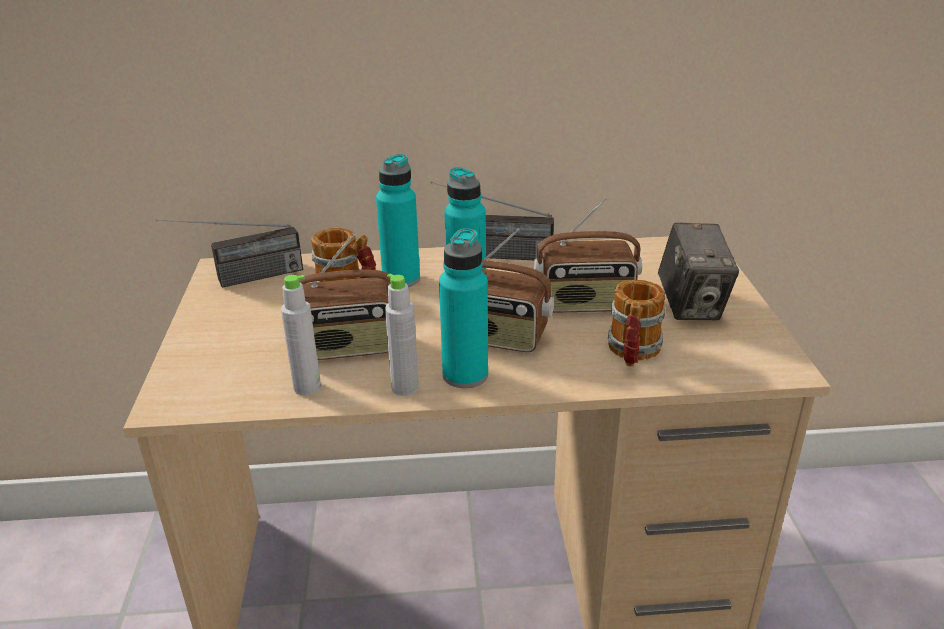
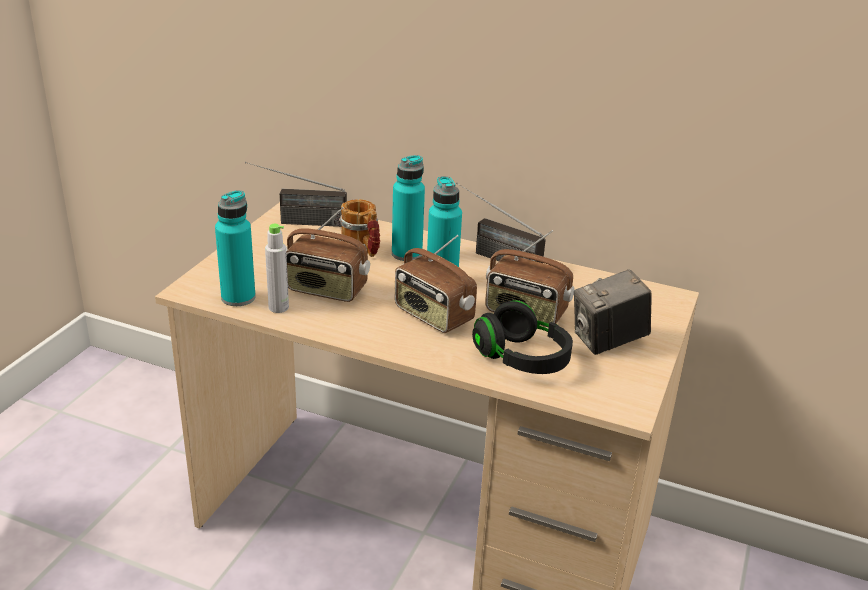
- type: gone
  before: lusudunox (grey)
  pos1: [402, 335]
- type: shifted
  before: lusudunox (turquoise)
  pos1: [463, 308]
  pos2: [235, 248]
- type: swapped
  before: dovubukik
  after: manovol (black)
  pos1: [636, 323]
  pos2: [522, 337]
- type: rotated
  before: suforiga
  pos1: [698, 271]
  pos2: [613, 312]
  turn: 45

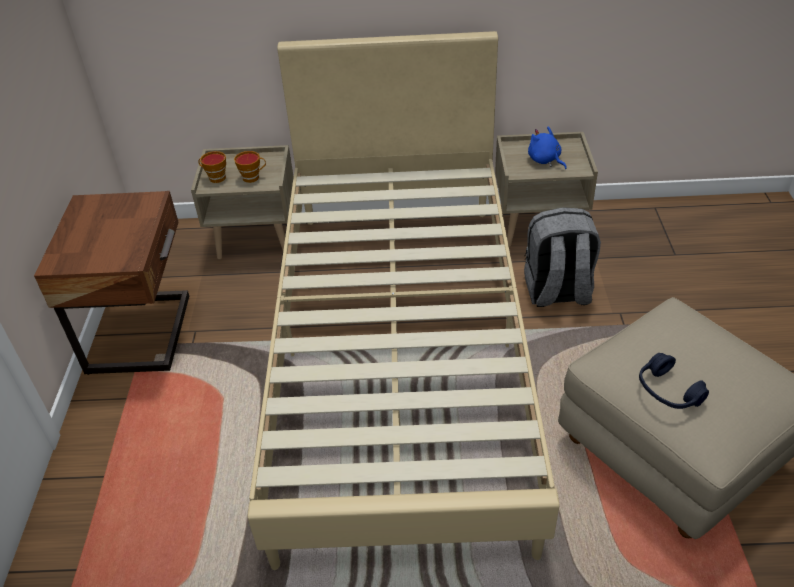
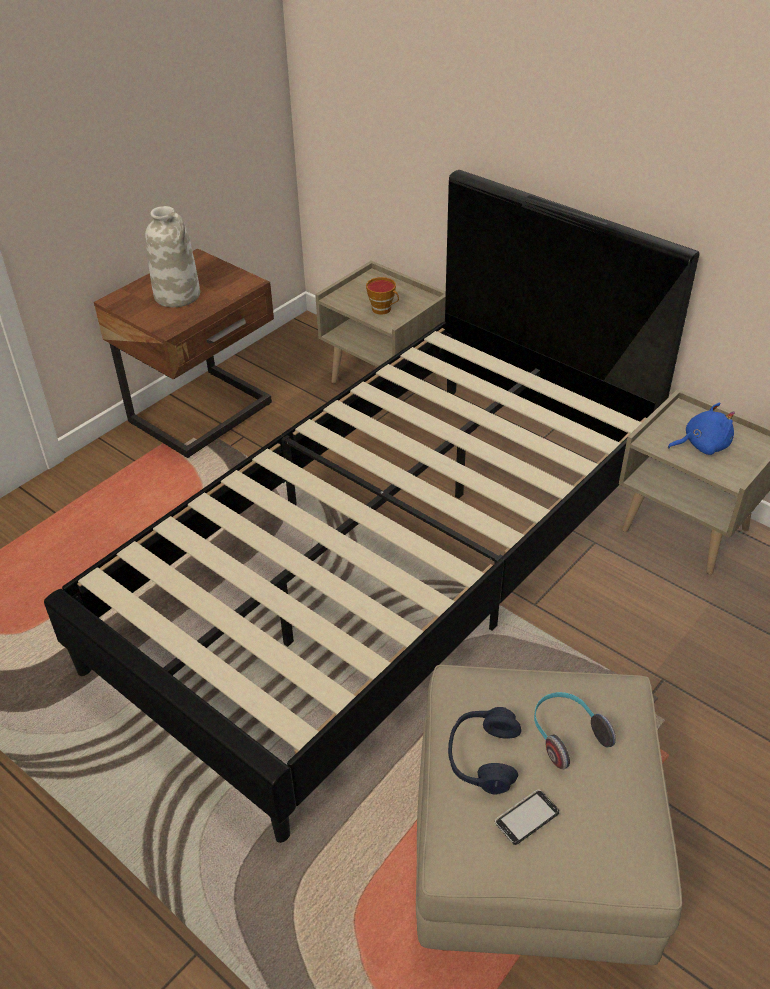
- type: gone
  before: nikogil
  pos1: [212, 167]
- type: repainted
  before: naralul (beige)
  after: naralul (black)
  pos1: [403, 300]
  pos2: [372, 506]
- type: gone
  before: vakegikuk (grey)
  pos1: [562, 257]
- type: rotated
  before: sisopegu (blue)
  pos1: [547, 148]
  pos2: [701, 429]
  turn: 75
- type: new
  after: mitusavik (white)
  pos2: [172, 256]
- type: new
  after: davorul
  pos2: [527, 817]
- type: new
  after: manovol
  pos2: [575, 730]

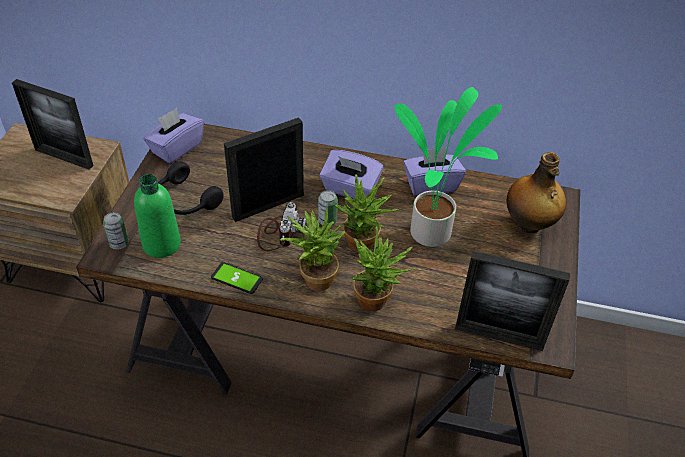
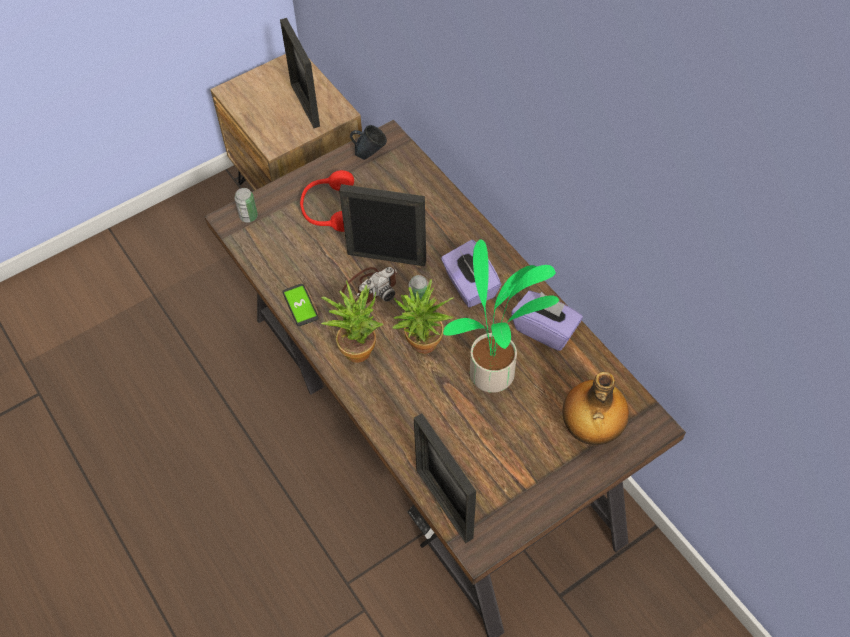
- type: gone
  before: lusudunox (green)
  pos1: [157, 216]
- type: swapped
  before: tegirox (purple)
  after: dovubukik (blue)
  pos1: [173, 136]
  pos2: [368, 142]
- type: repainted
  before: manovol (black)
  after: manovol (red)
  pos1: [191, 188]
  pos2: [327, 201]
- type: gone
  before: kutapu
  pos1: [384, 268]

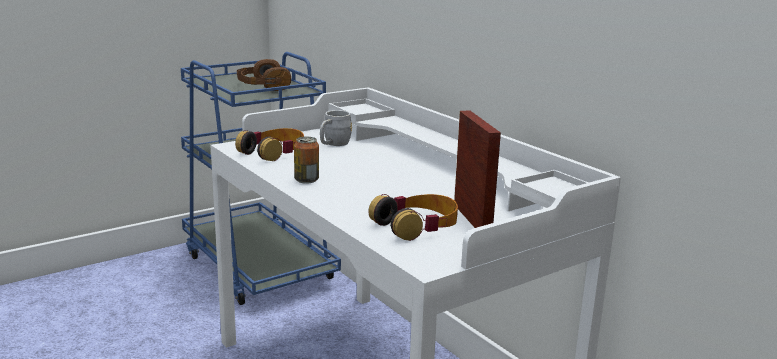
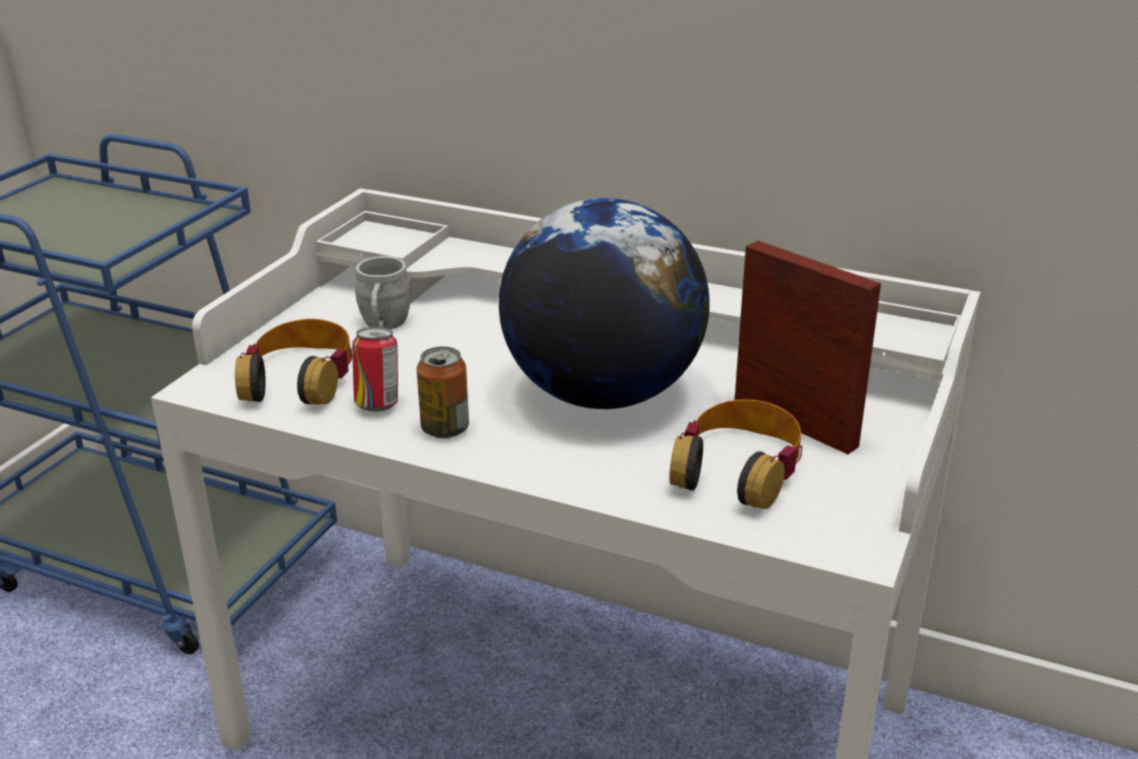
- type: gone
  before: manovol (brown)
  pos1: [264, 75]
- type: new
  after: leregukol
  pos2: [375, 369]
- type: new
  after: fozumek
  pos2: [604, 303]

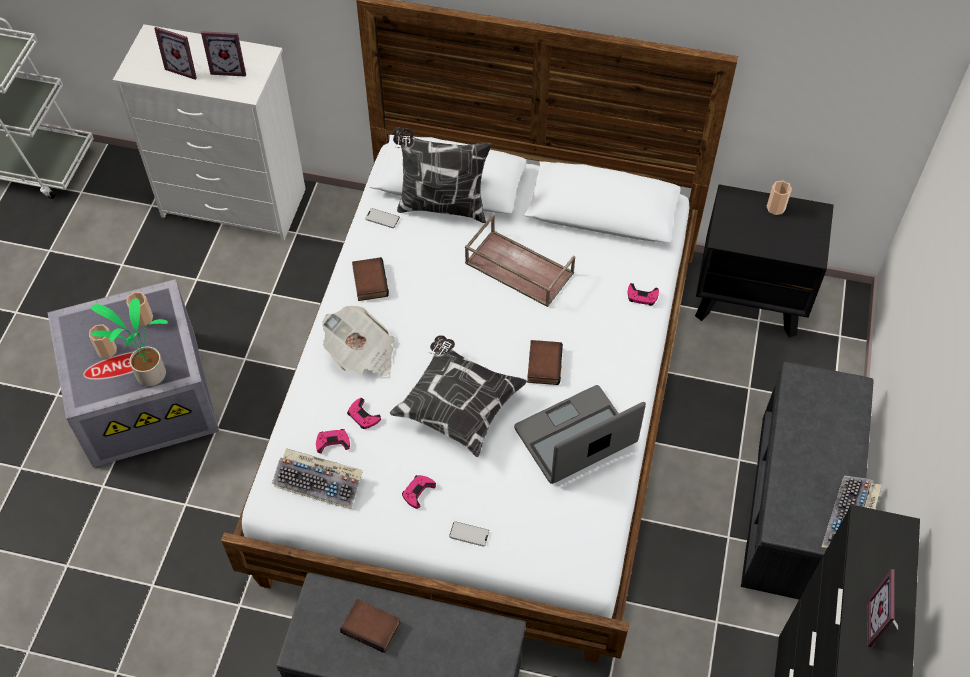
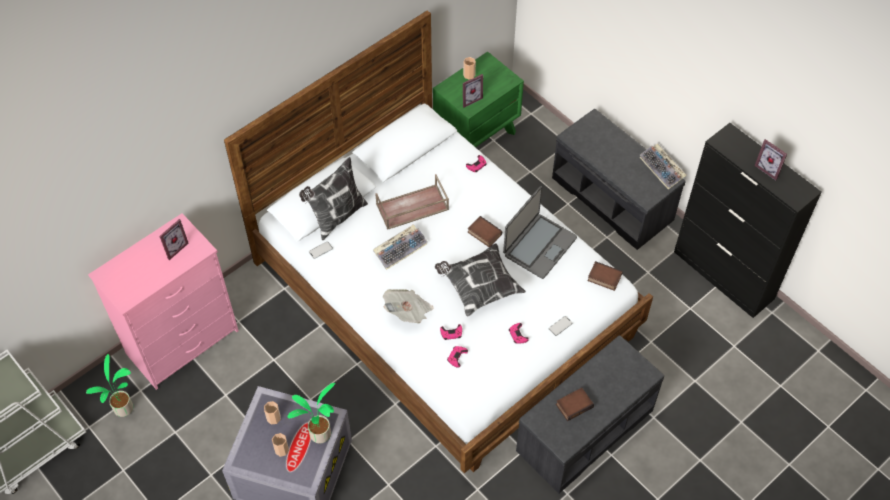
- type: repainted
  before: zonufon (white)
  after: zonufon (pink)
  pos1: [209, 132]
  pos2: [163, 301]
- type: shifted
  before: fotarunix
  pos1: [175, 53]
  pos2: [473, 91]
- type: shifted
  before: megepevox
  pos1: [317, 478]
  pos2: [400, 247]
- type: shifted
  before: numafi
  pos1: [370, 279]
  pos2: [605, 276]
- type: rotated
  before: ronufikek
  pos1: [580, 434]
  pos2: [540, 232]
  turn: -150
- type: repainted
  before: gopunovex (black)
  after: gopunovex (green)
  pos1: [764, 261]
  pos2: [478, 99]
- type: new
  after: kutapu
  pos2: [109, 385]

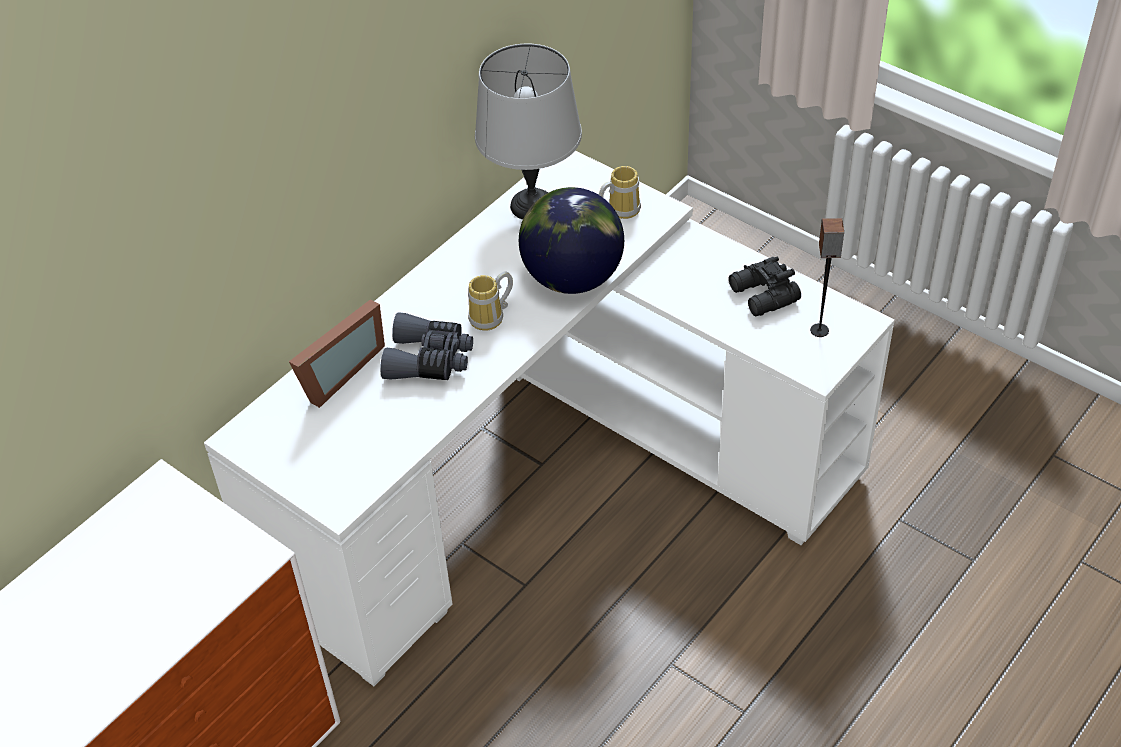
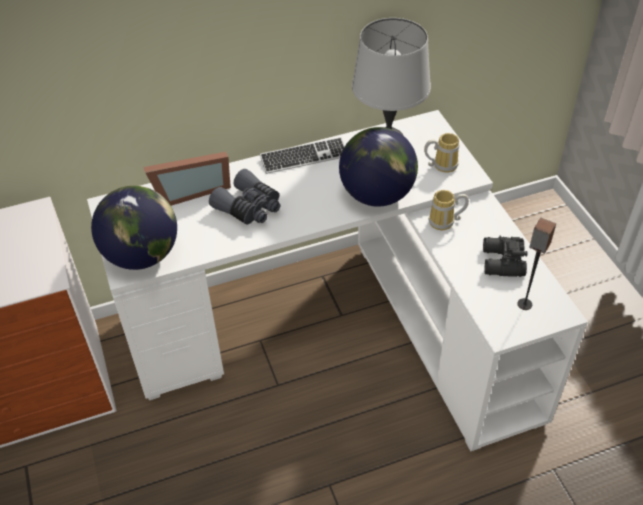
- type: shifted
  before: dovubukik
  pos1: [490, 301]
  pos2: [449, 210]
- type: new
  after: fozumek
  pos2: [134, 228]
- type: new
  after: megepevox
  pos2: [302, 155]

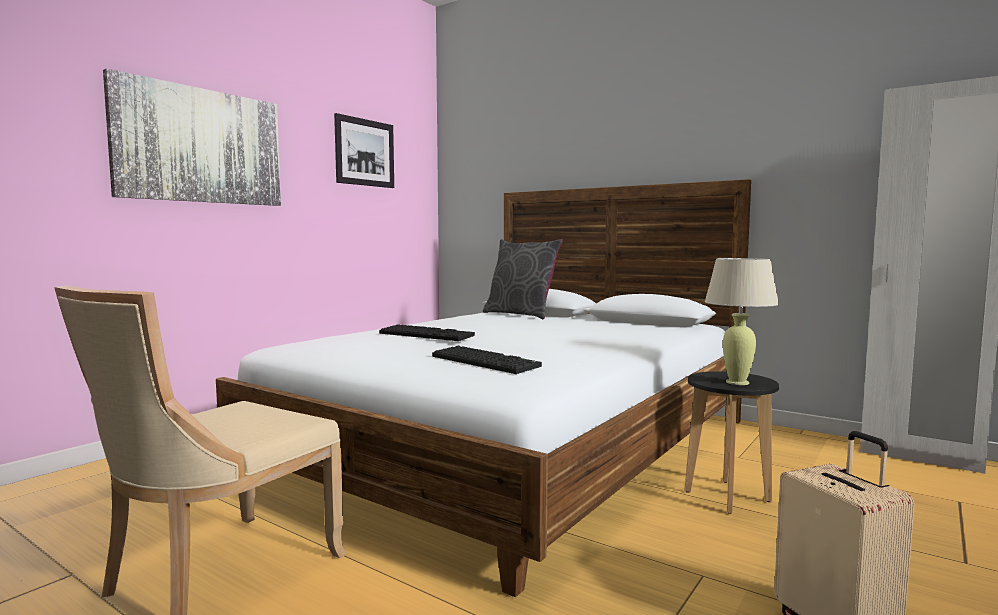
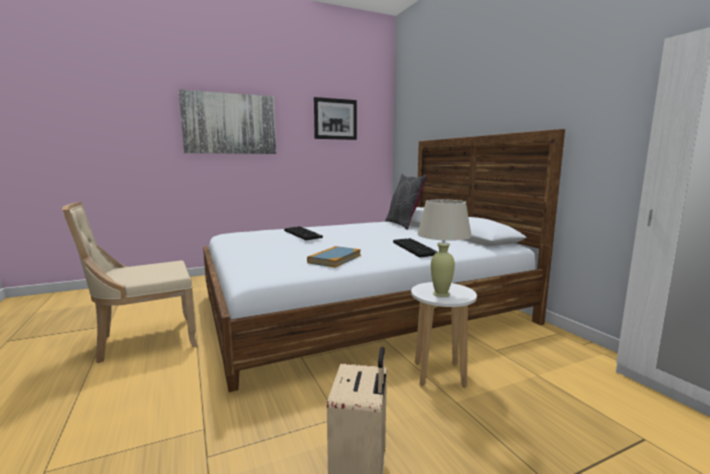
- type: shifted
  before: megepevox
  pos1: [487, 360]
  pos2: [415, 248]
- type: repainted
  before: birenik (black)
  after: birenik (white)
  pos1: [731, 442]
  pos2: [444, 335]
- type: new
  after: numafi
  pos2: [334, 257]

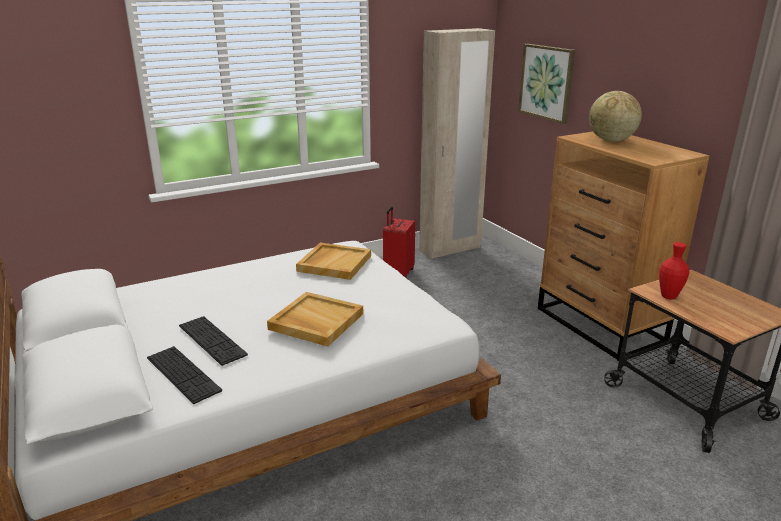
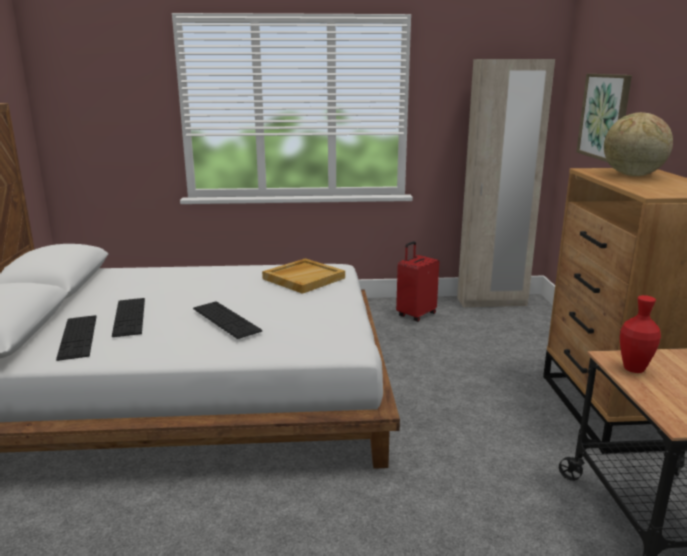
- type: swapped
  before: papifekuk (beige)
  after: megepevox
  pos1: [315, 319]
  pos2: [227, 320]

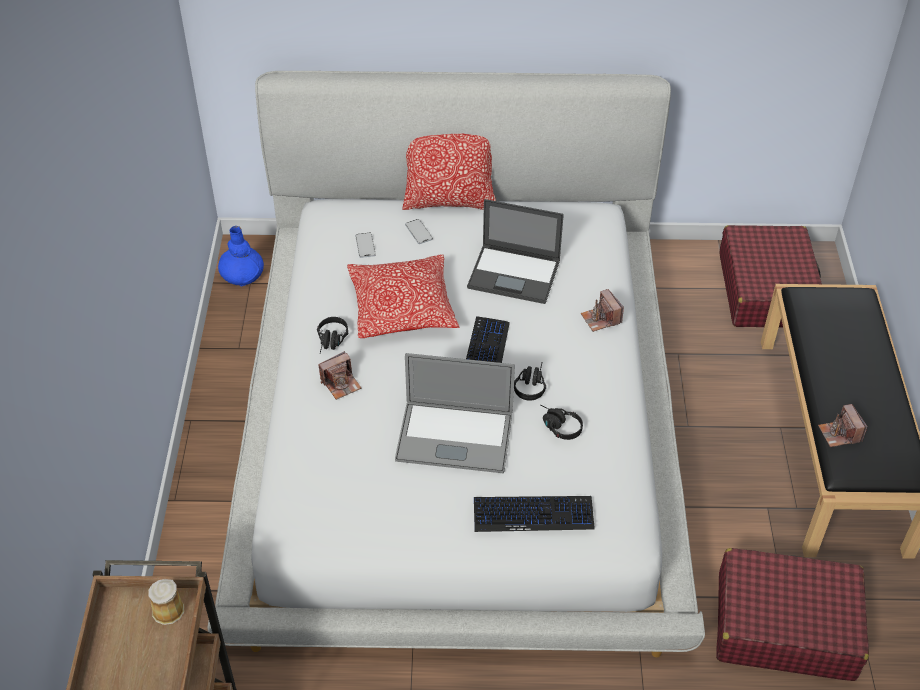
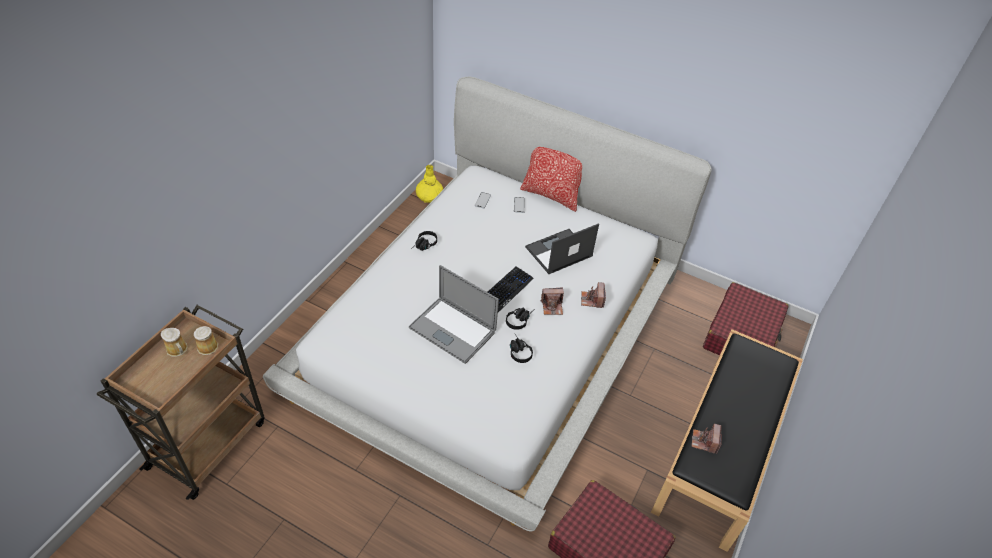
- type: repainted
  before: mitusavik (blue)
  after: mitusavik (yellow)
  pos1: [241, 256]
  pos2: [429, 184]
- type: shifted
  before: suforiga
  pos1: [339, 375]
  pos2: [552, 301]
- type: gone
  before: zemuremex
  pos1: [403, 296]
- type: rotated
  before: ronufikek
  pos1: [515, 251]
  pos2: [562, 248]
  turn: 105
- type: gone
  before: megepevox
  pos1: [534, 514]
- type: new
  after: dovubukik
  pos2: [174, 342]

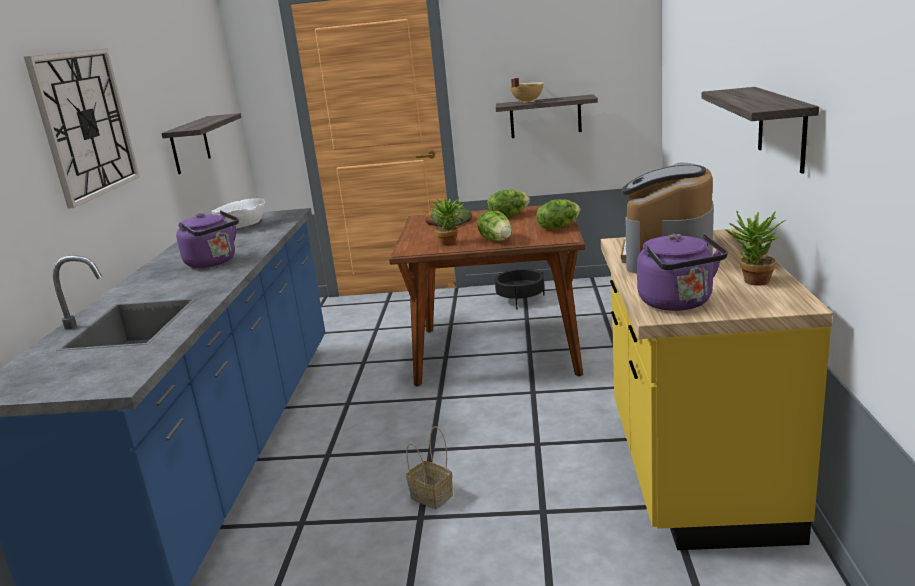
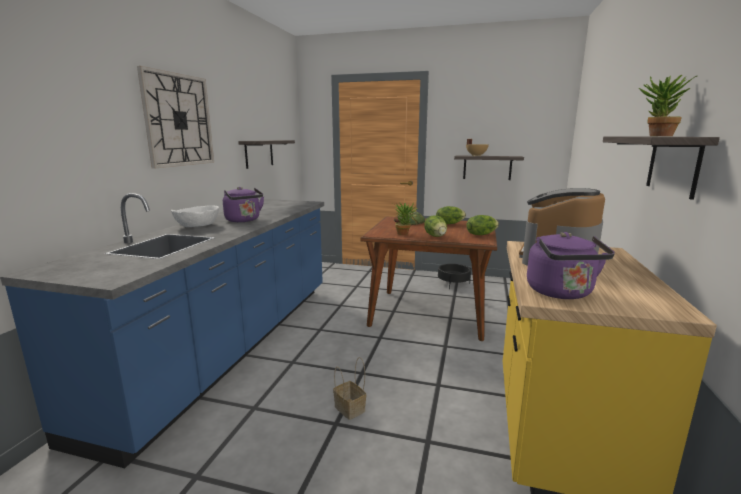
- type: shifted
  before: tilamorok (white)
  pos1: [238, 213]
  pos2: [195, 216]
- type: shifted
  before: kutapu
  pos1: [755, 248]
  pos2: [668, 105]

